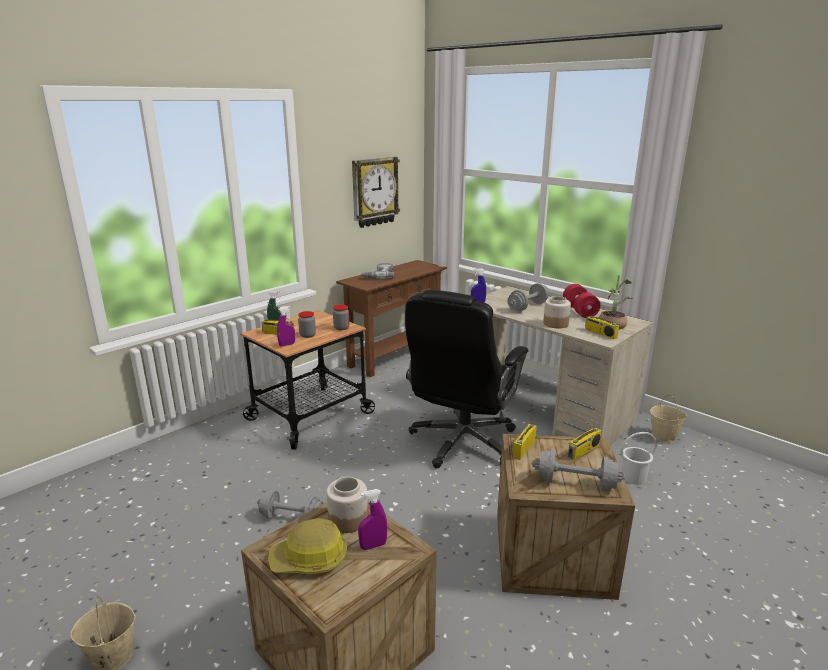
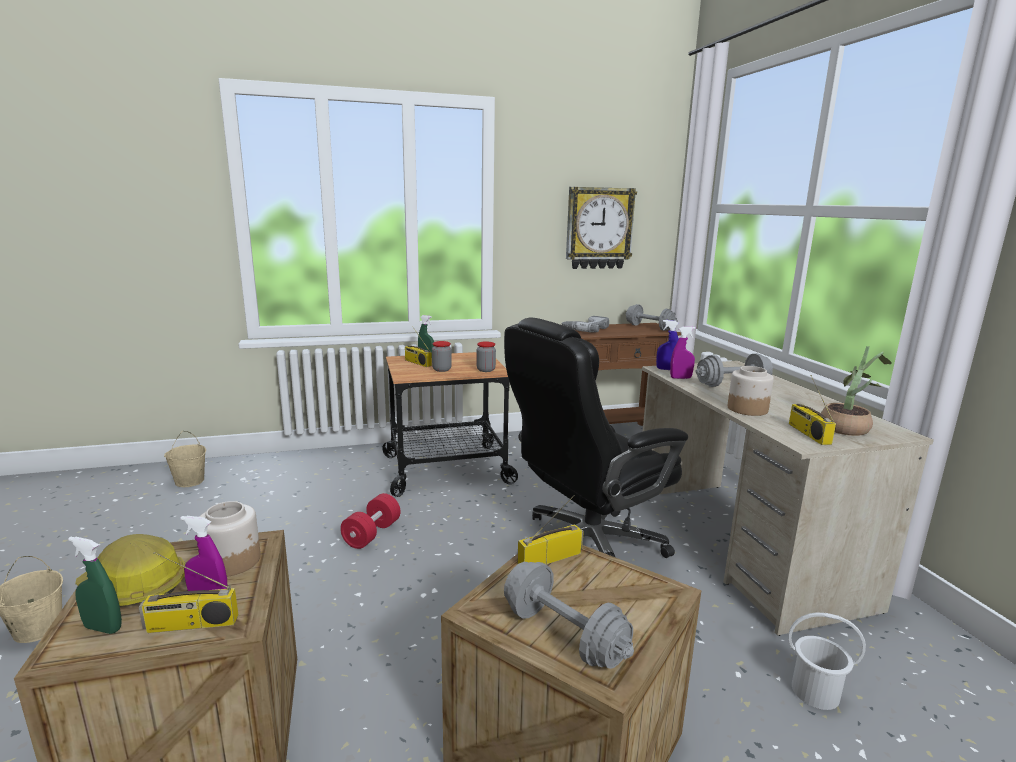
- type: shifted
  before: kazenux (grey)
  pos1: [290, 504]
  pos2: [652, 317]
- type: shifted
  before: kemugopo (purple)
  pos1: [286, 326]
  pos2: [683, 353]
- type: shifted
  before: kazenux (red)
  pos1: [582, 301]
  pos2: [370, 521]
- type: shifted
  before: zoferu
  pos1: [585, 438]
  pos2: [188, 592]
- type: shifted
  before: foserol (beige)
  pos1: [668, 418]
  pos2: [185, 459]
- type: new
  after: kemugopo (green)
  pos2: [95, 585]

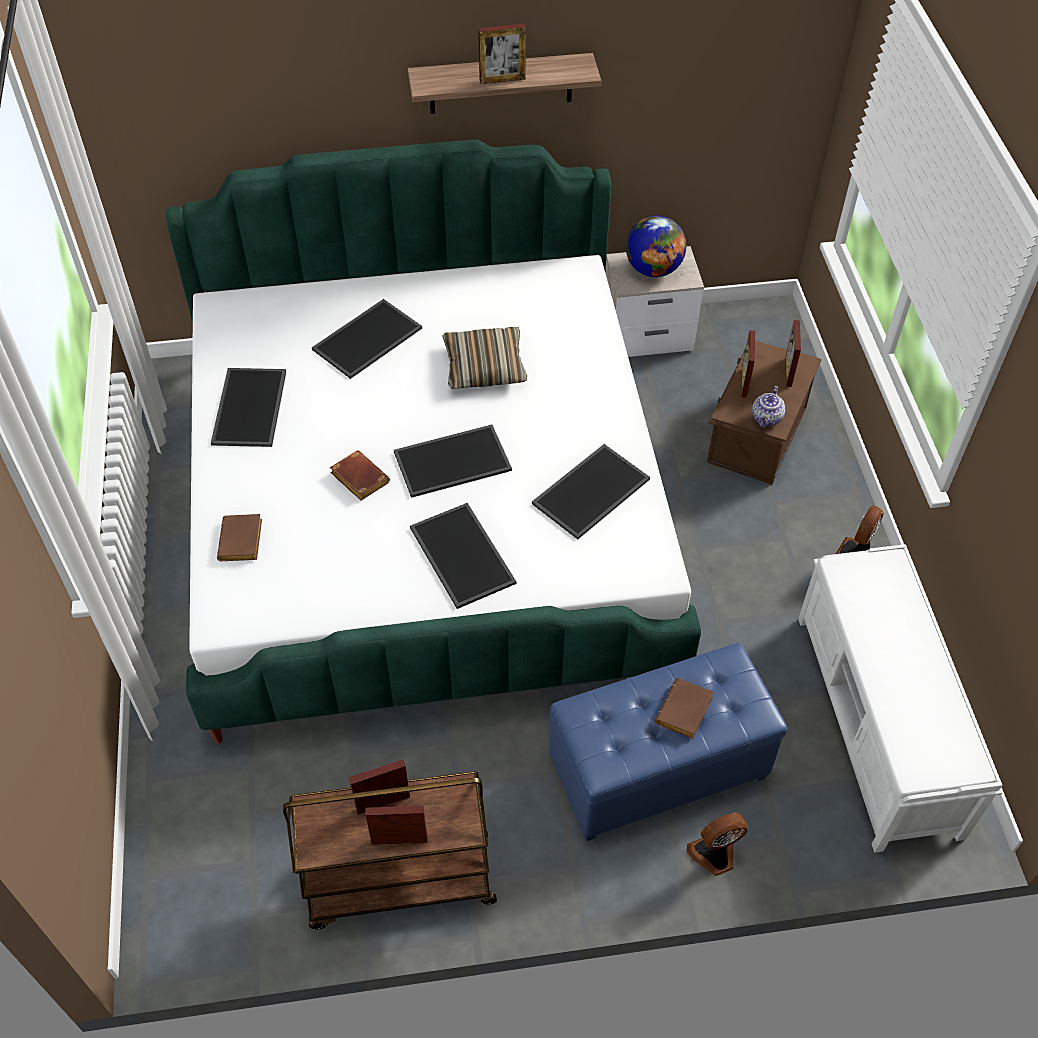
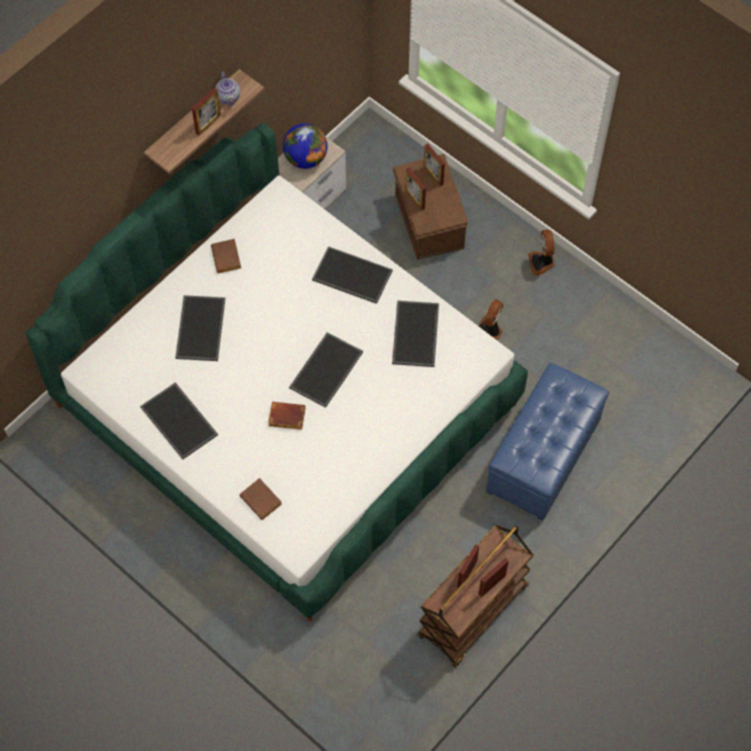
- type: shifted
  before: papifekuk
  pos1: [463, 556]
  pos2: [352, 275]
- type: gone
  before: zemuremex
  pos1: [484, 358]
- type: shifted
  before: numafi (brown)
  pos1: [684, 708]
  pos2: [226, 256]
- type: shifted
  before: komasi
  pos1: [717, 844]
  pos2: [490, 319]
- type: shifted
  before: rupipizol
  pos1: [768, 406]
  pos2: [227, 89]
- type: gone
  before: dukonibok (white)
  pos1: [900, 698]

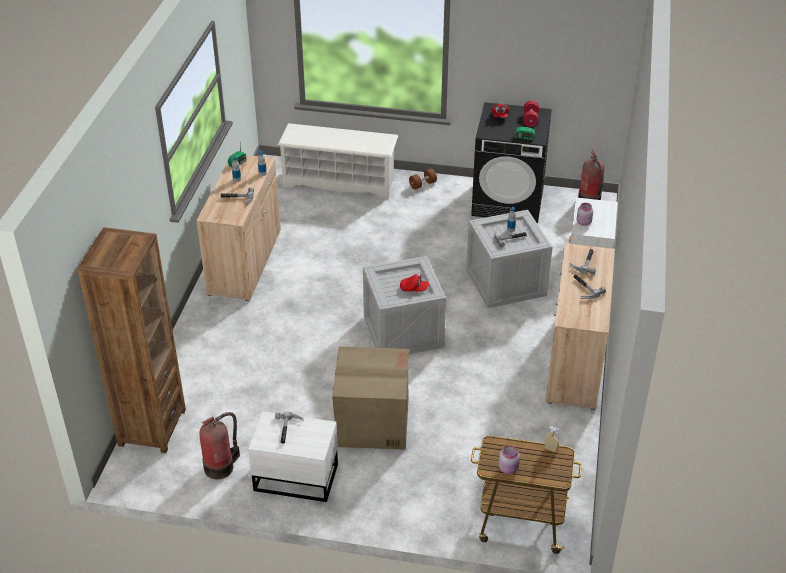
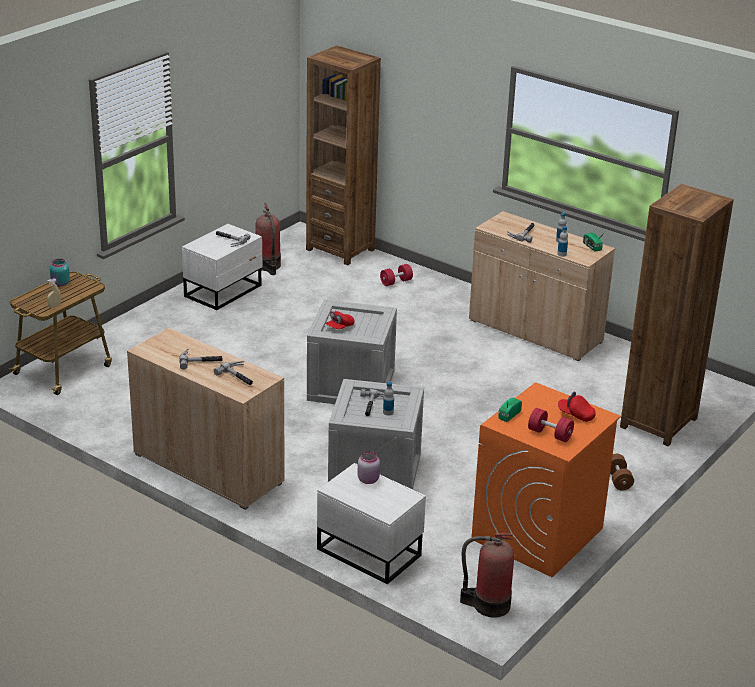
- type: swapped
  before: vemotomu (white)
  after: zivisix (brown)
  pos1: [338, 161]
  pos2: [677, 315]
- type: gone
  before: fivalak
  pos1: [370, 398]
- type: repainted
  before: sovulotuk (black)
  after: sovulotuk (orange)
  pos1: [511, 162]
  pos2: [546, 480]
- type: repainted
  before: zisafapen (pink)
  after: zisafapen (turquoise)
  pos1: [509, 459]
  pos2: [60, 273]
- type: new
  after: kazenux (red)
  pos2: [396, 275]

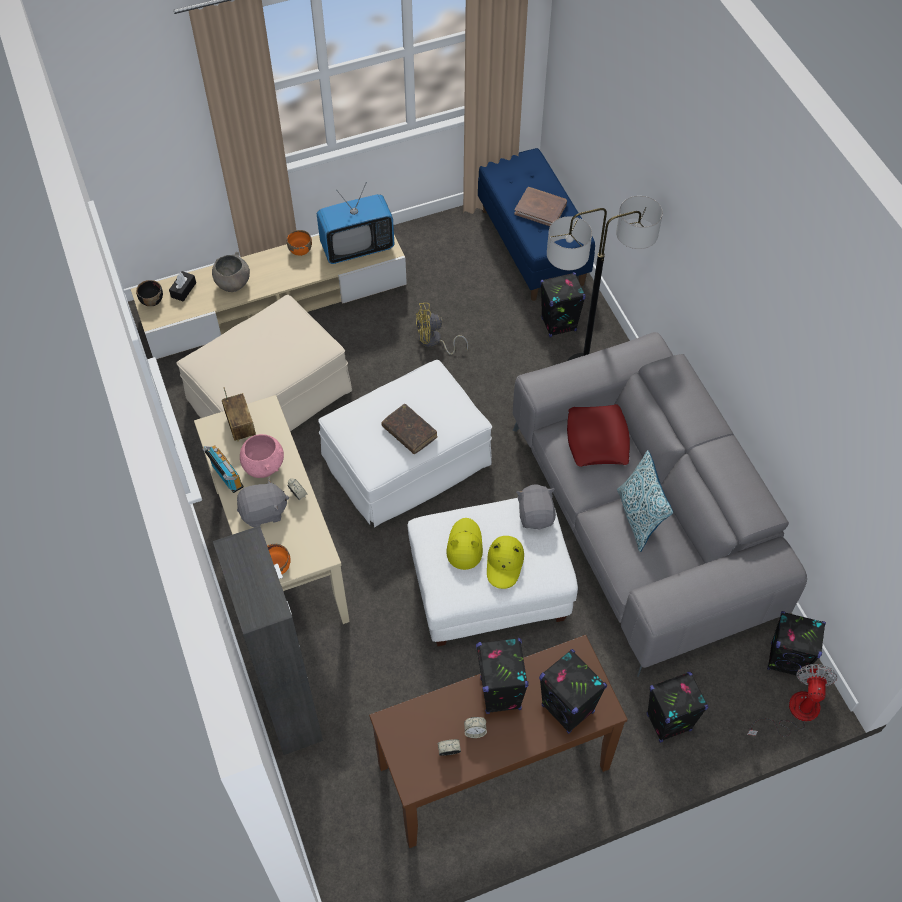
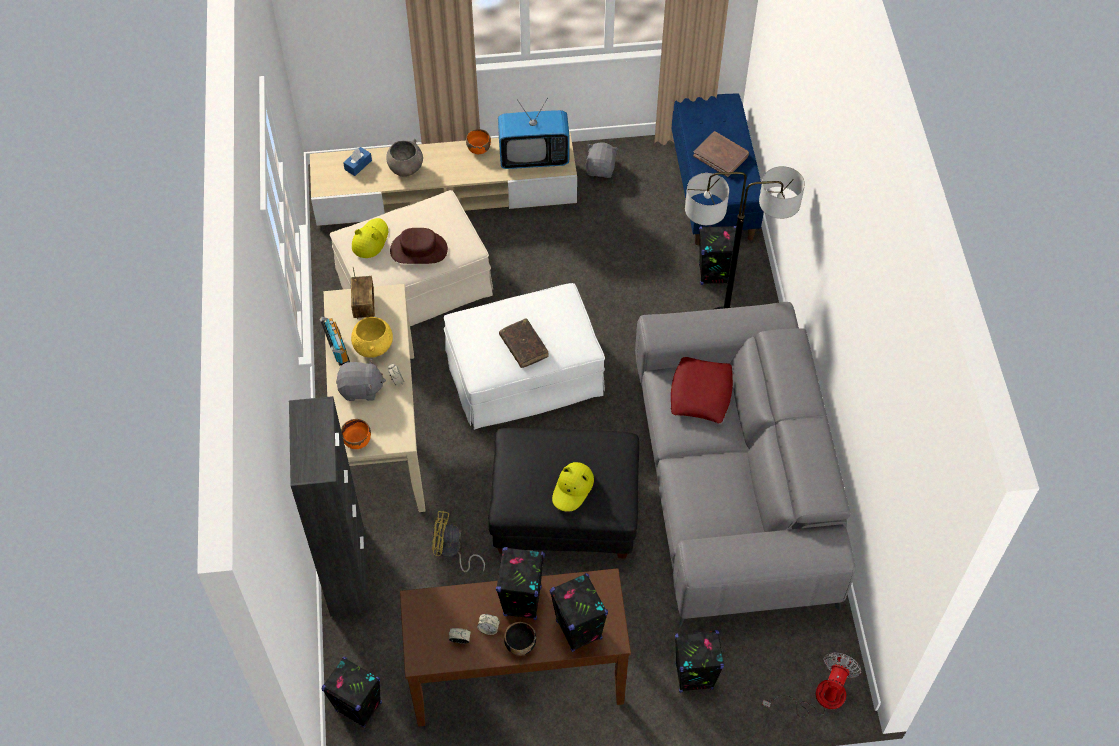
- type: shifted
  before: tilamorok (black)
  pos1: [149, 293]
  pos2: [520, 639]
- type: repainted
  before: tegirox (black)
  after: tegirox (blue)
  pos1: [182, 286]
  pos2: [357, 161]
- type: repainted
  before: tilamorok (pink)
  after: tilamorok (yellow)
  pos1: [262, 456]
  pos2: [372, 337]
- type: repainted
  before: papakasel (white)
  after: papakasel (black)
  pos1: [492, 572]
  pos2: [563, 493]
- type: shifted
  before: komasi (yellow)
  pos1: [442, 329]
  pos2: [458, 541]
- type: shifted
  before: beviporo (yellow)
  pos1: [464, 544]
  pos2: [370, 238]
- type: shifted
  before: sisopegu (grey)
  pos1: [536, 507]
  pos2: [602, 160]
- type: gone
  before: zemuremex
  pos1: [645, 501]
- type: shifted
  before: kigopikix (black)
  pos1: [796, 643]
  pos2: [351, 692]
- type: new
  after: beviporo (brown)
  pos2: [419, 246]

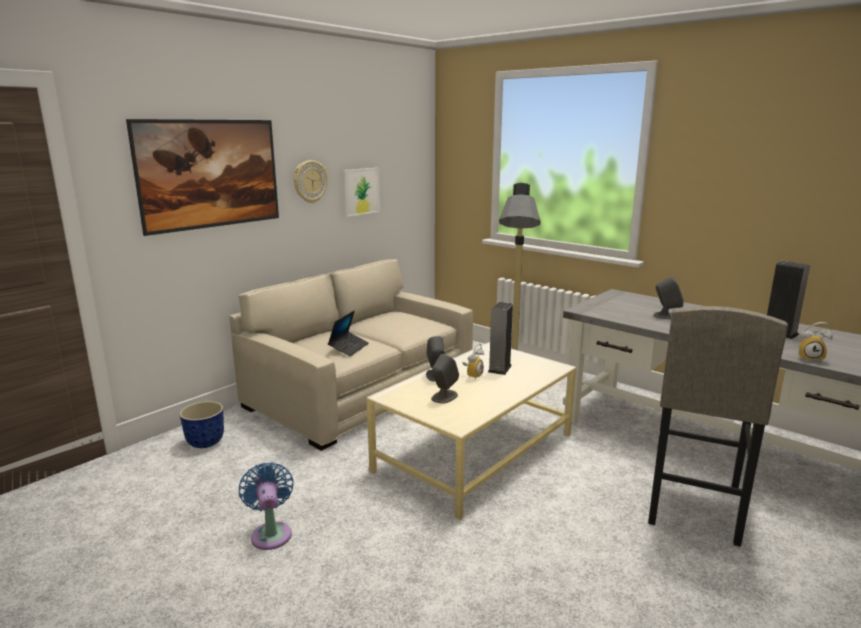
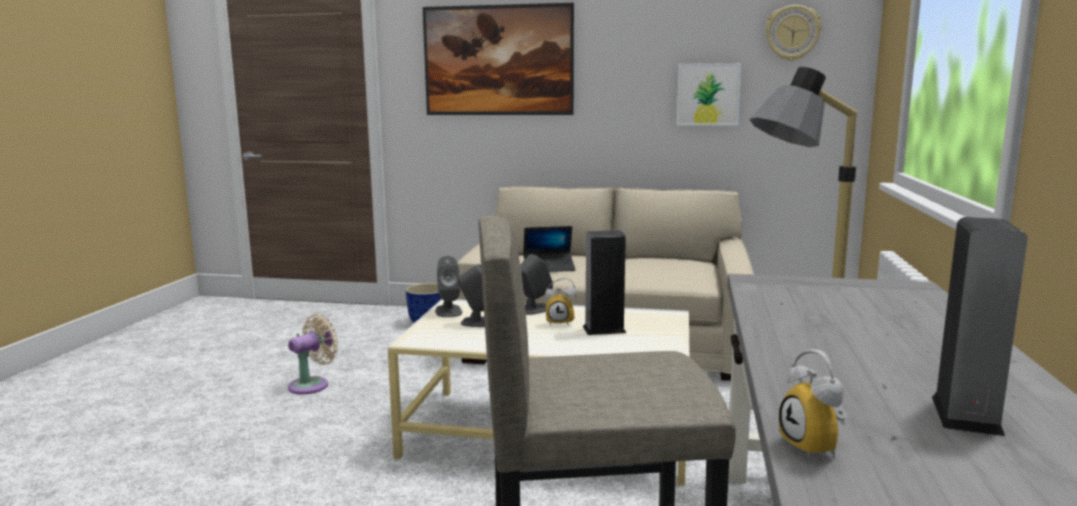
- type: repainted
  before: komasi (blue)
  after: komasi (beige)
  pos1: [266, 506]
  pos2: [313, 354]
- type: shifted
  before: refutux
  pos1: [310, 181]
  pos2: [793, 33]
- type: shifted
  before: kigopikix (grey)
  pos1: [668, 297]
  pos2: [448, 286]

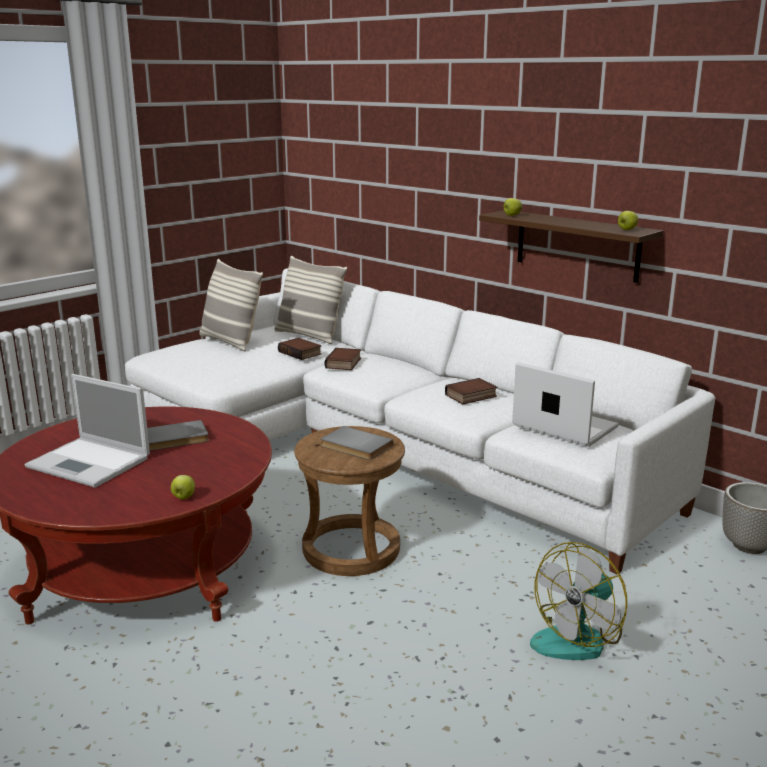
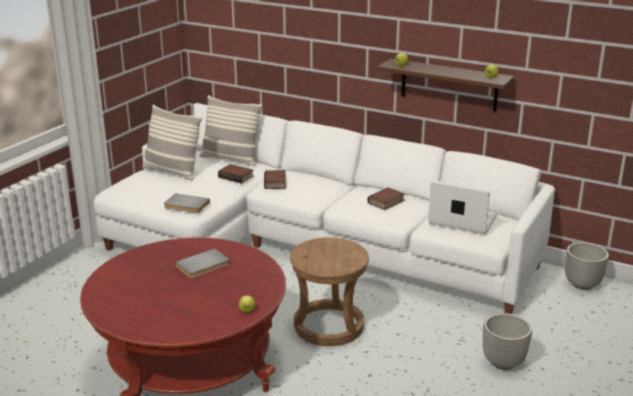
- type: gone
  before: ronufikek
  pos1: [87, 431]
- type: shifted
  before: numafi (grey)
  pos1: [357, 443]
  pos2: [187, 203]
- type: swapped
  before: komasi
  after: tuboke
  pos1: [578, 601]
  pos2: [507, 341]

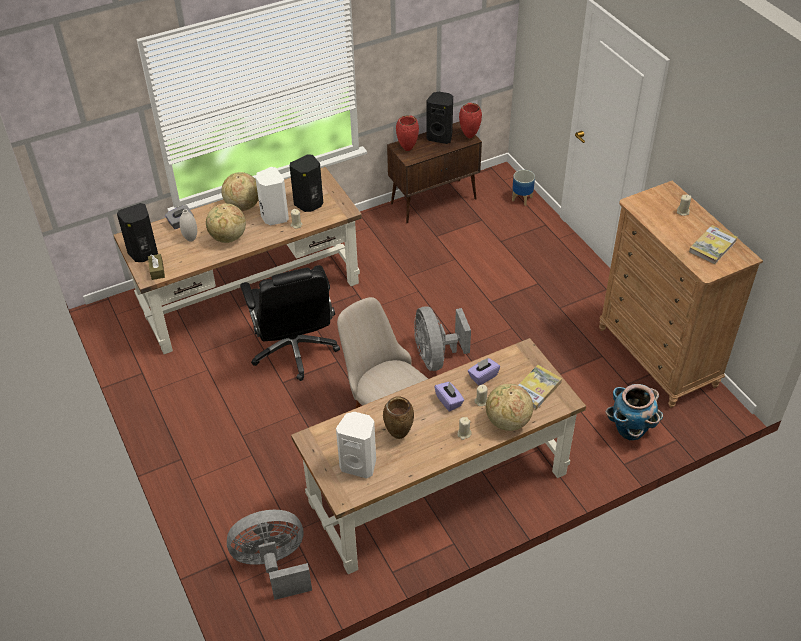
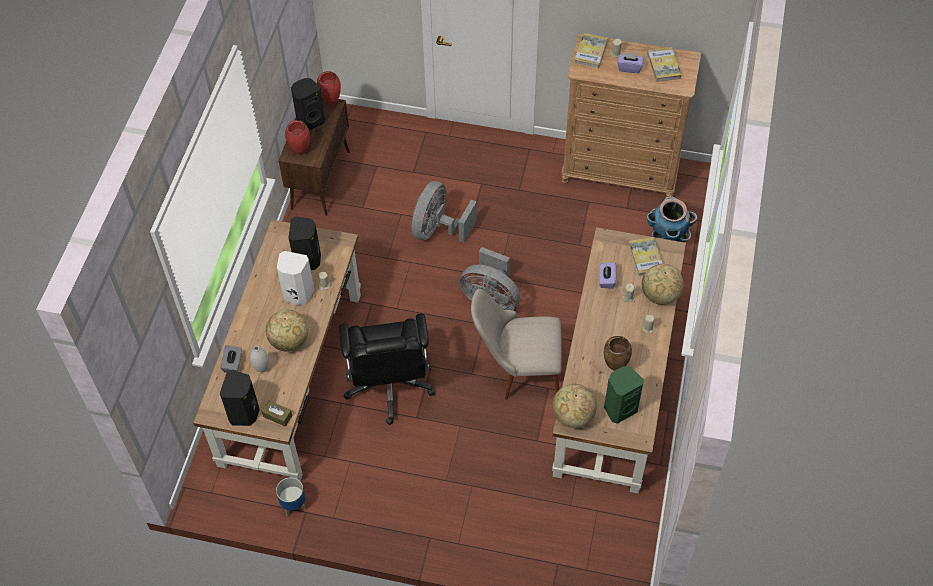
- type: shifted
  before: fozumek
  pos1: [240, 191]
  pos2: [574, 406]
- type: shifted
  before: komasi (grey)
  pos1: [269, 555]
  pos2: [444, 211]
- type: rotated
  before: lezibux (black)
  pos1: [290, 323]
  pos2: [387, 369]
  turn: 60
- type: repainted
  before: kigopikix (white)
  after: kigopikix (green)
  pos1: [356, 445]
  pos2: [624, 395]
- type: shifted
  before: tegirox (purple)
  pos1: [449, 397]
  pos2: [630, 62]
- type: shifted
  before: tuboke
  pos1: [523, 188]
  pos2: [291, 496]
- type: new
  after: numafi
  pos2: [591, 51]

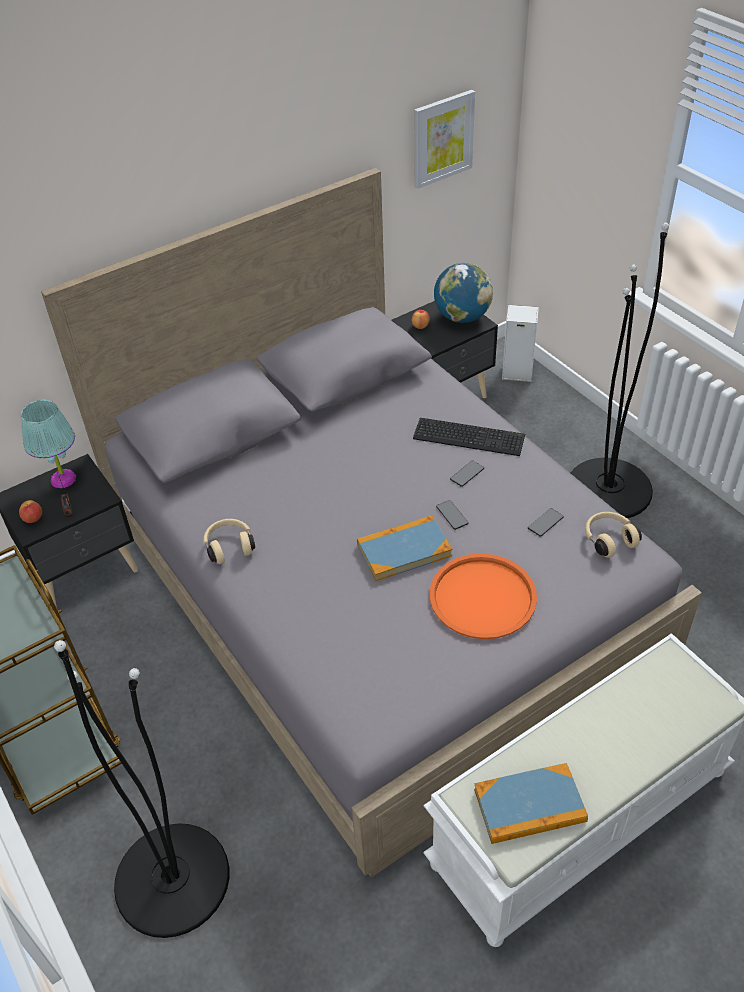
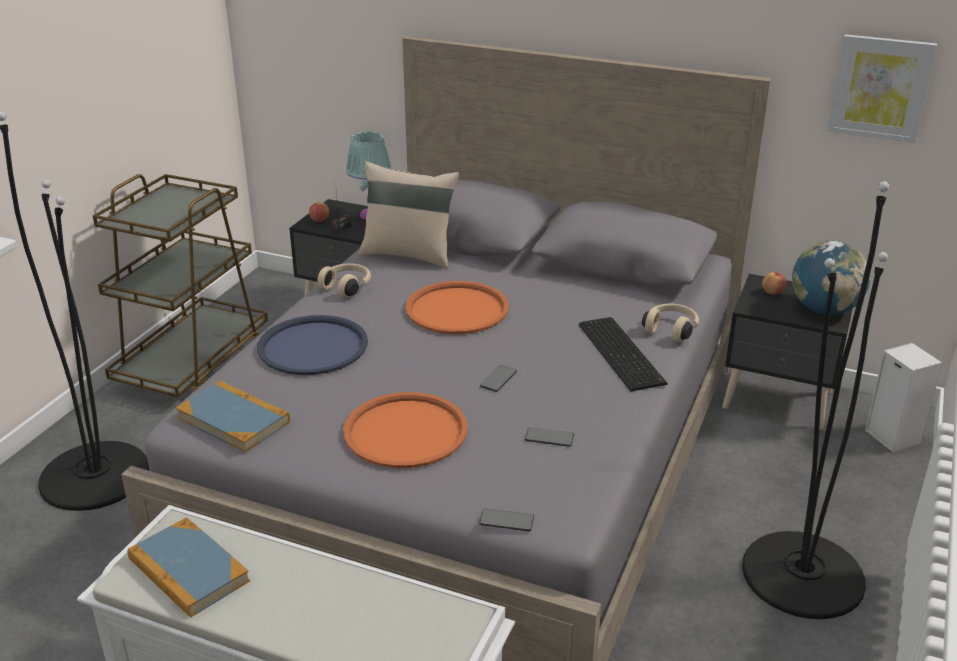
- type: shifted
  before: numafi
  pos1: [404, 548]
  pos2: [233, 417]
- type: shifted
  before: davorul
  pos1: [467, 473]
  pos2: [506, 520]
- type: shifted
  before: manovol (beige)
  pos1: [613, 535]
  pos2: [670, 323]
- type: new
  after: papifekuk (blue)
  pos2: [312, 345]
- type: new
  after: zemuremex (beige)
  pos2: [409, 214]
- type: new
  after: papifekuk (orange)
  pos2: [457, 307]

